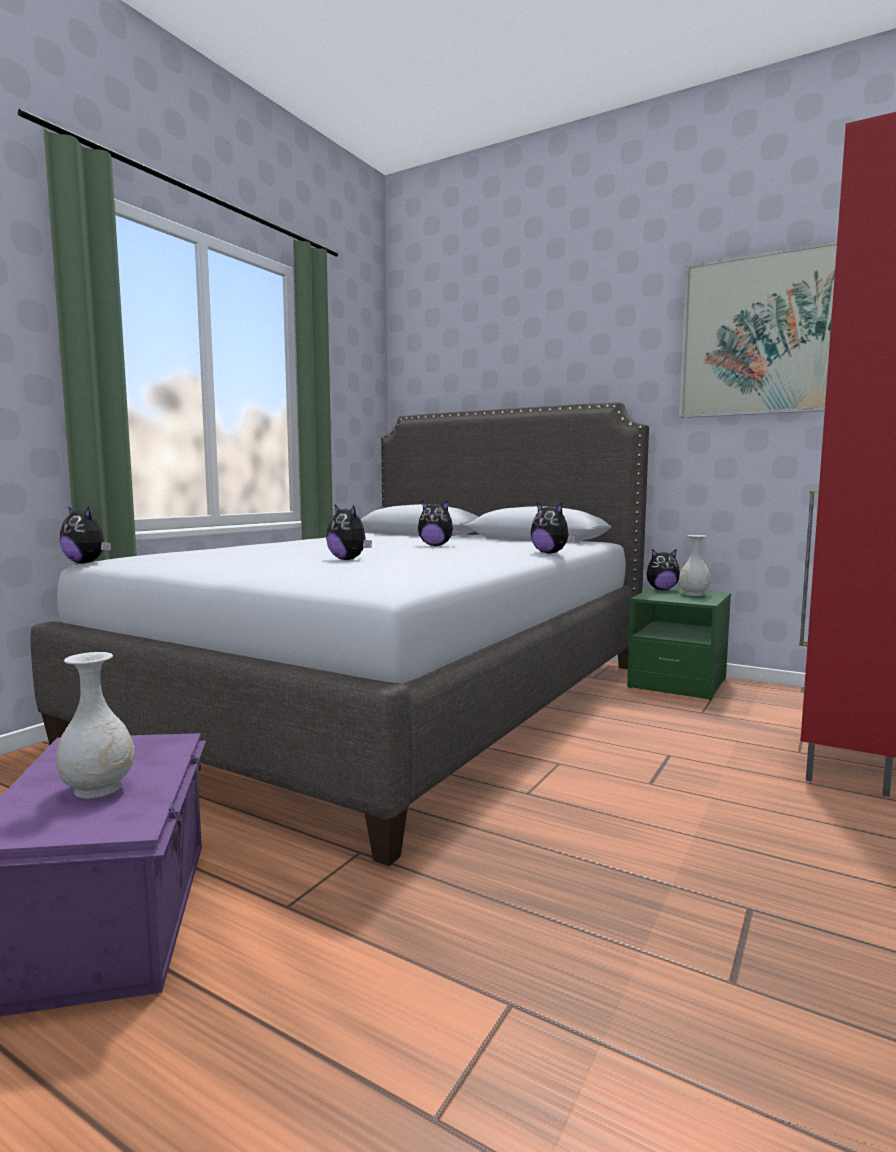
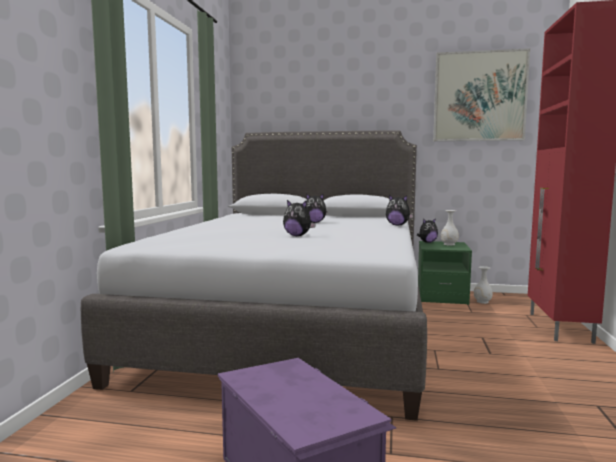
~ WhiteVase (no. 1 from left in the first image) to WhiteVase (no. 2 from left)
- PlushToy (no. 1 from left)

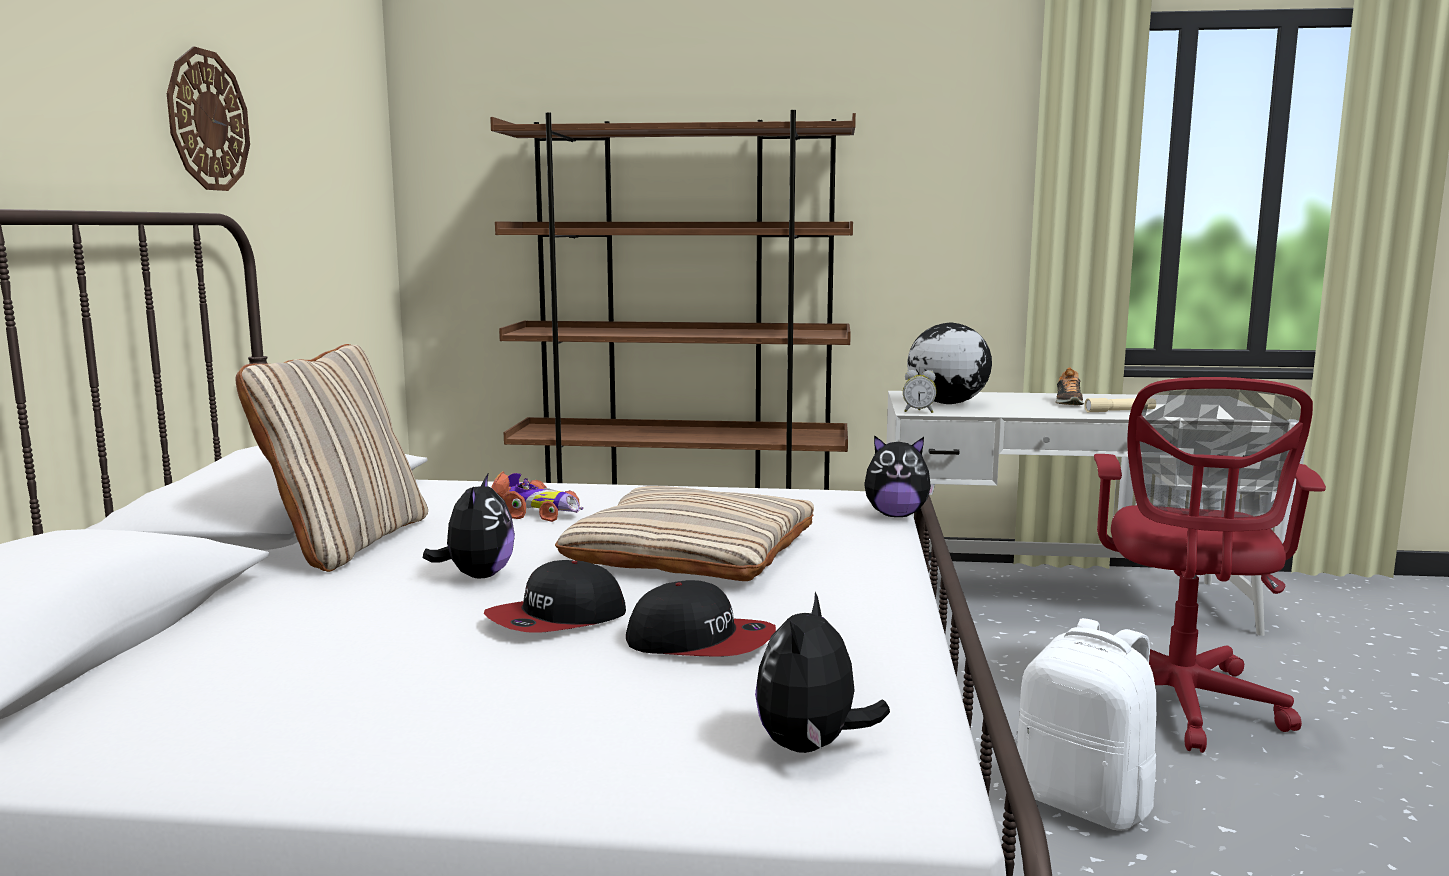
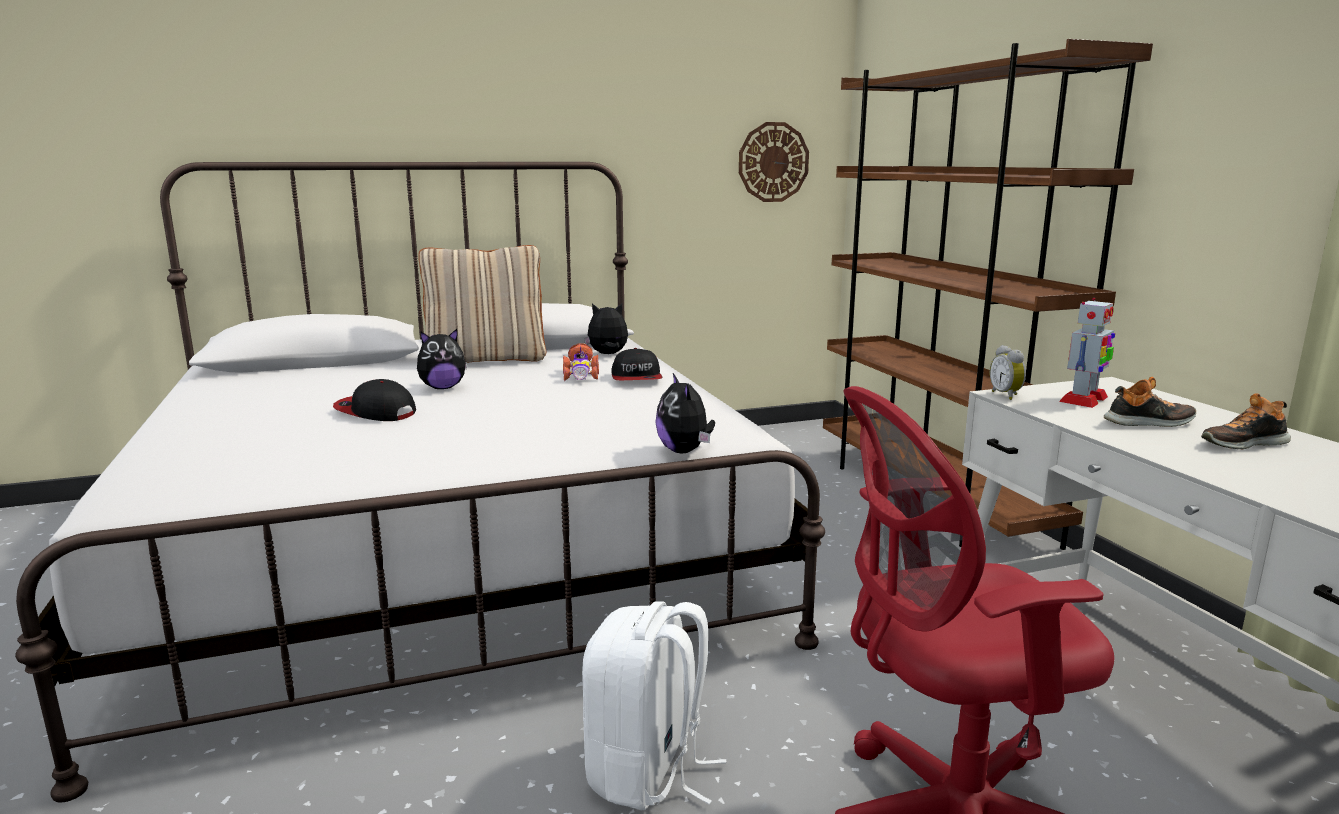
~ PlushToy (no. 2 from left)
~ Cap (no. 2 from left)
~ WallClock
~ Globe to ToyRobot
+ Shoe (no. 1 from left)
- BeigePillow (no. 2 from left)
- BeigeFlashlight

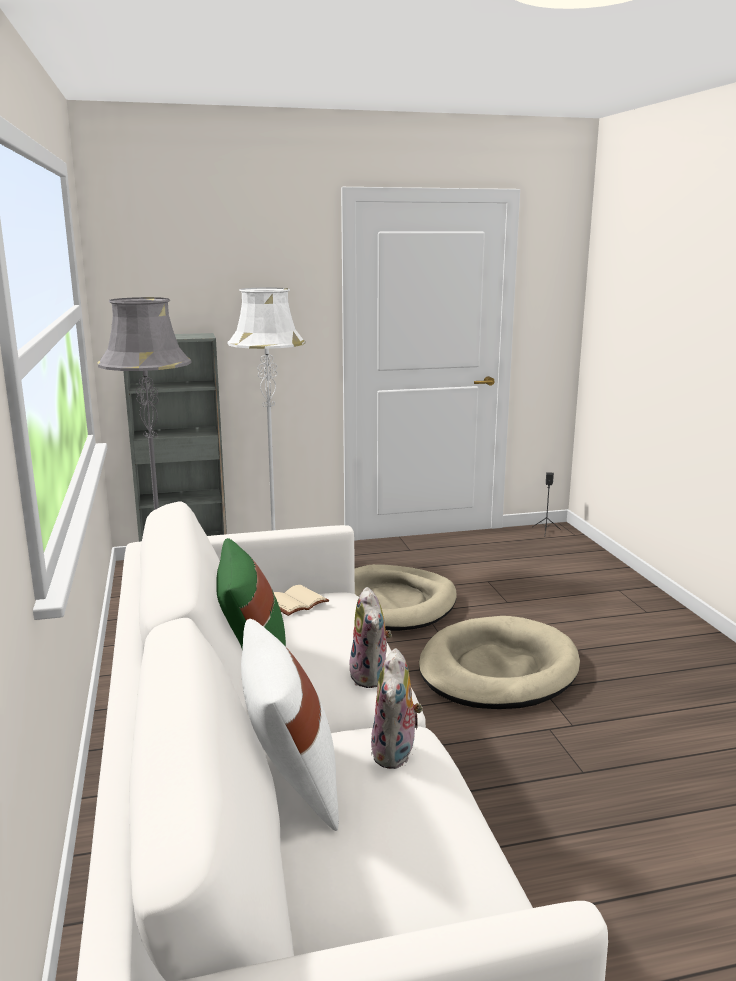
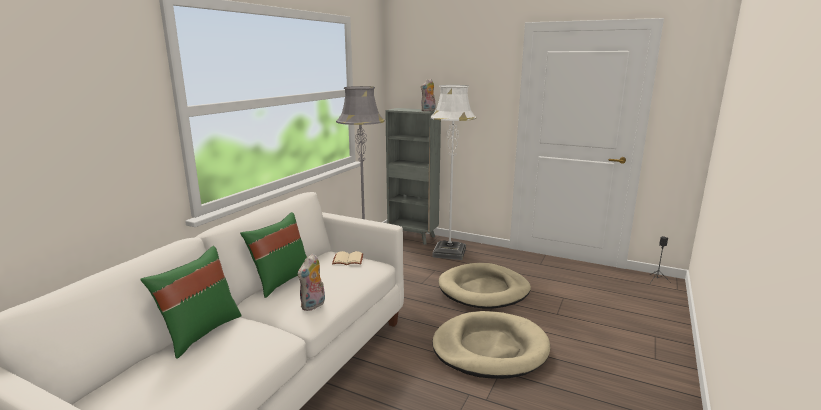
~ WhitePillow to GreenPillow (no. 1 from left)
~ PlushToy (no. 2 from left)

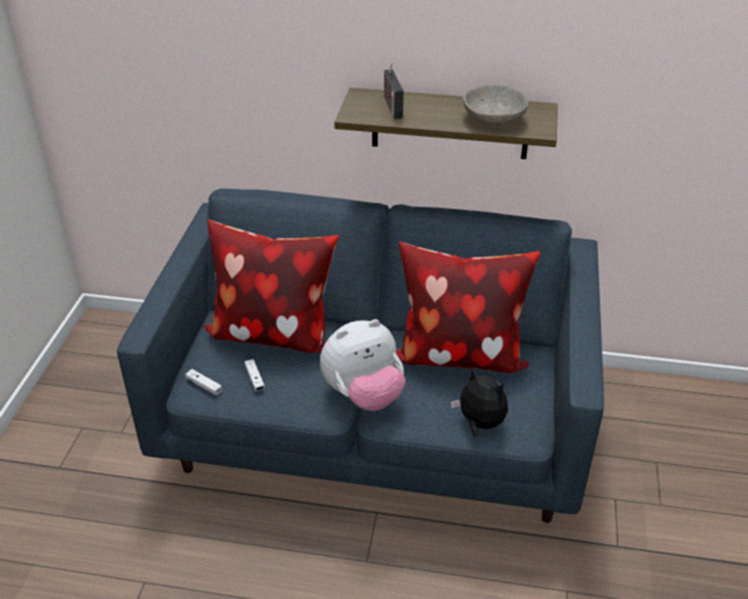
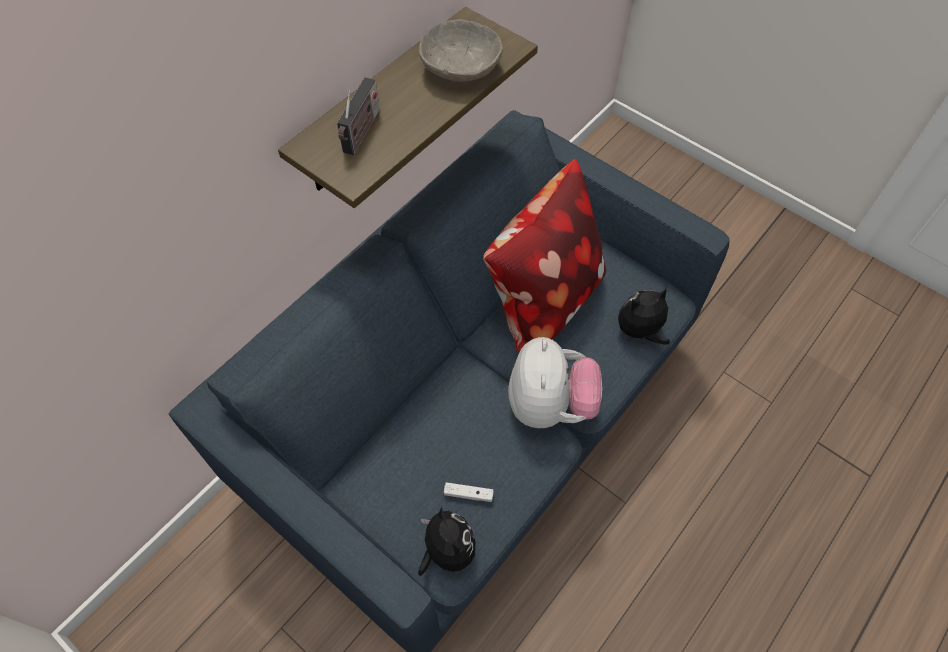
~ Radio 90 degrees counterclockwise
~ WhiteGameController (no. 1 from left) to PlushToy (no. 1 from left)
- Pillow (no. 1 from left)

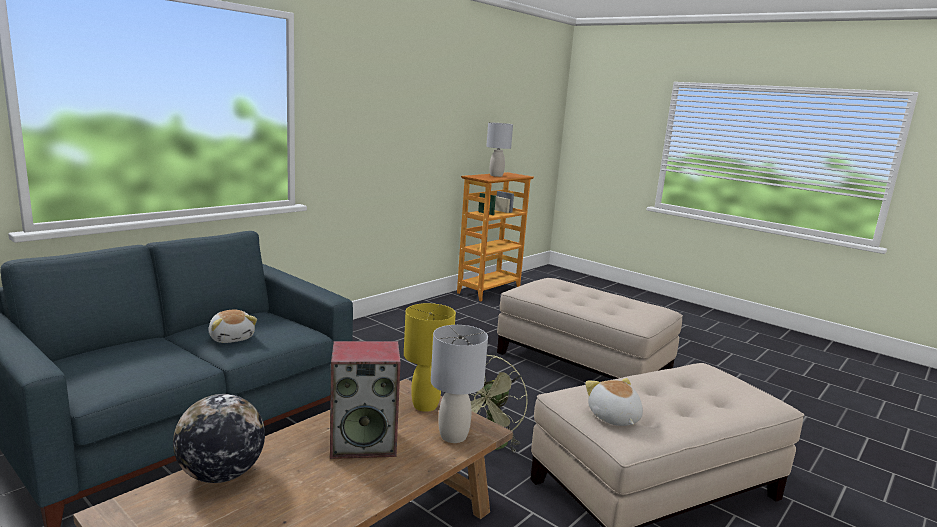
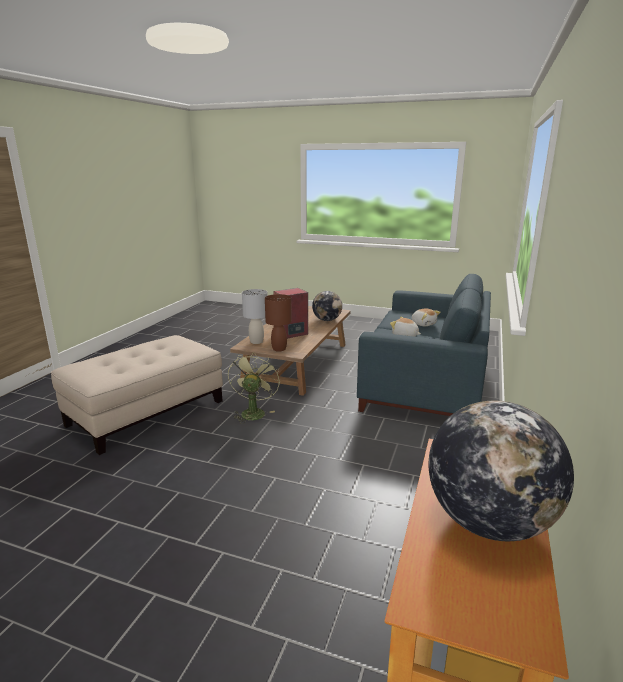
~ YellowTableLamp to BrownTableLamp
~ PlushToy (no. 2 from left)
~ GreyTableLamp (no. 2 from left) to Globe (no. 2 from left)
- BeigeOttoman (no. 1 from left)

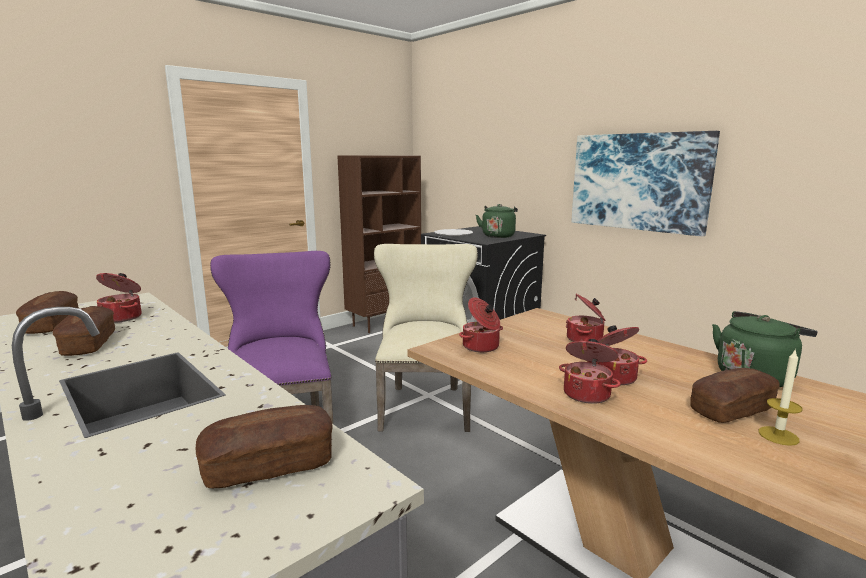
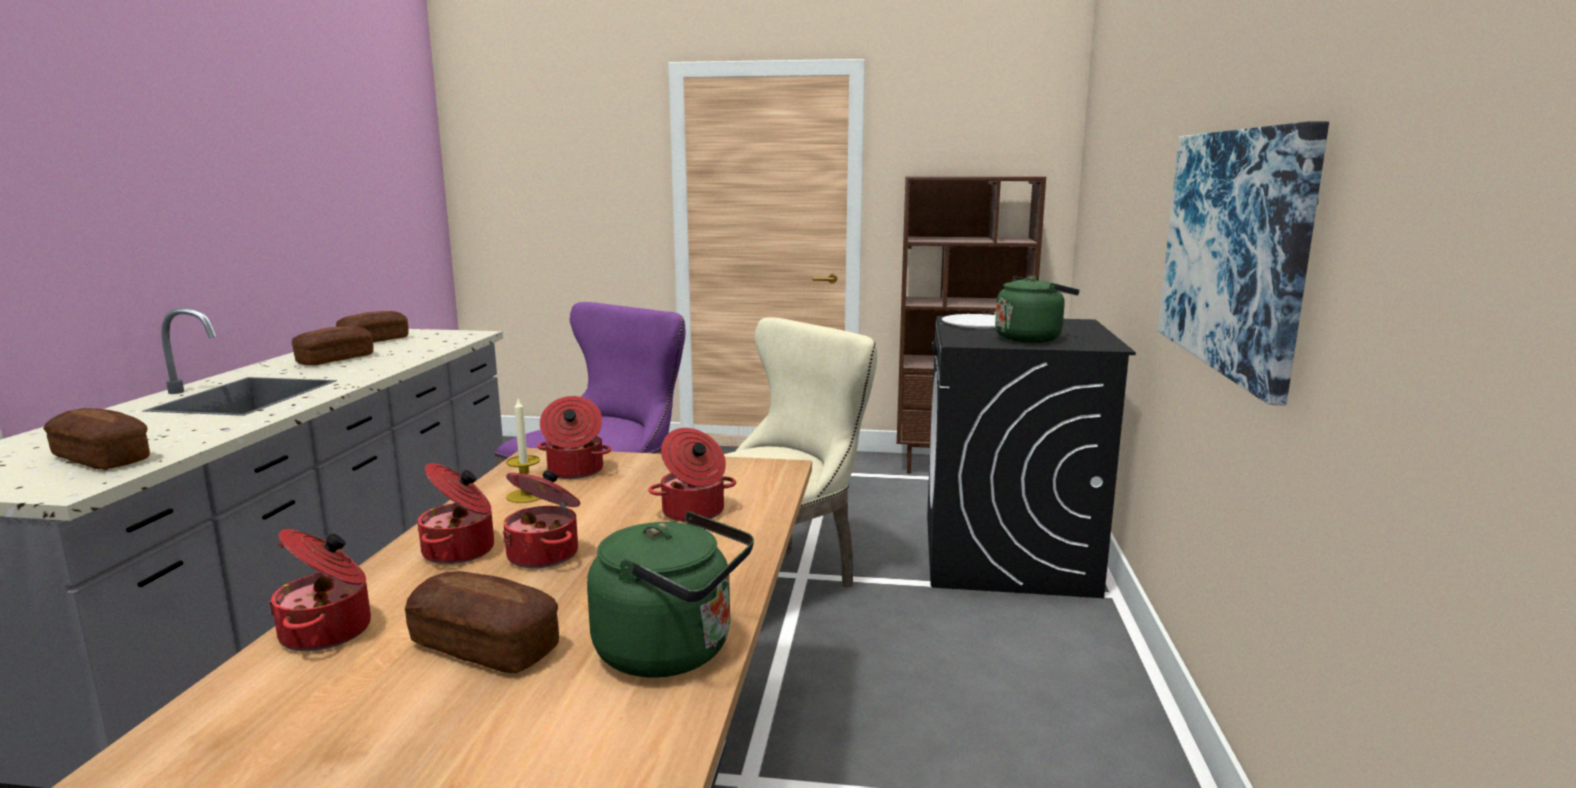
~ CookingPot (no. 1 from left)
~ Candle

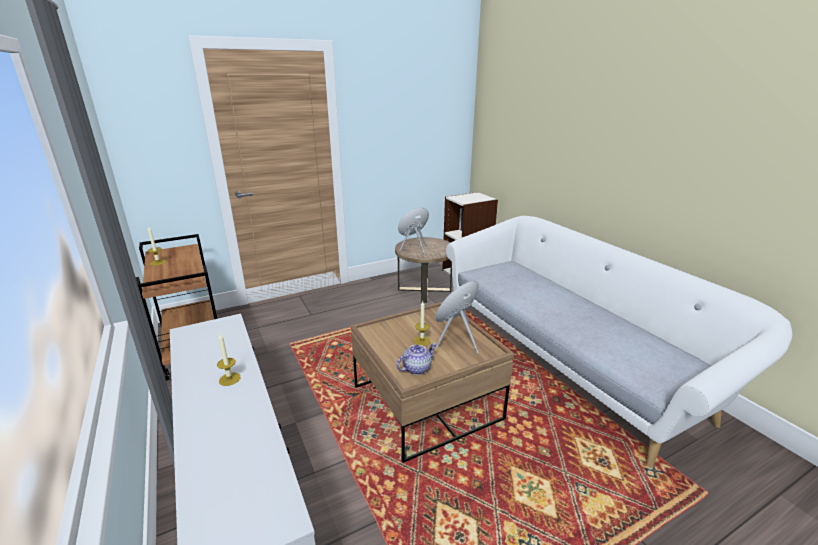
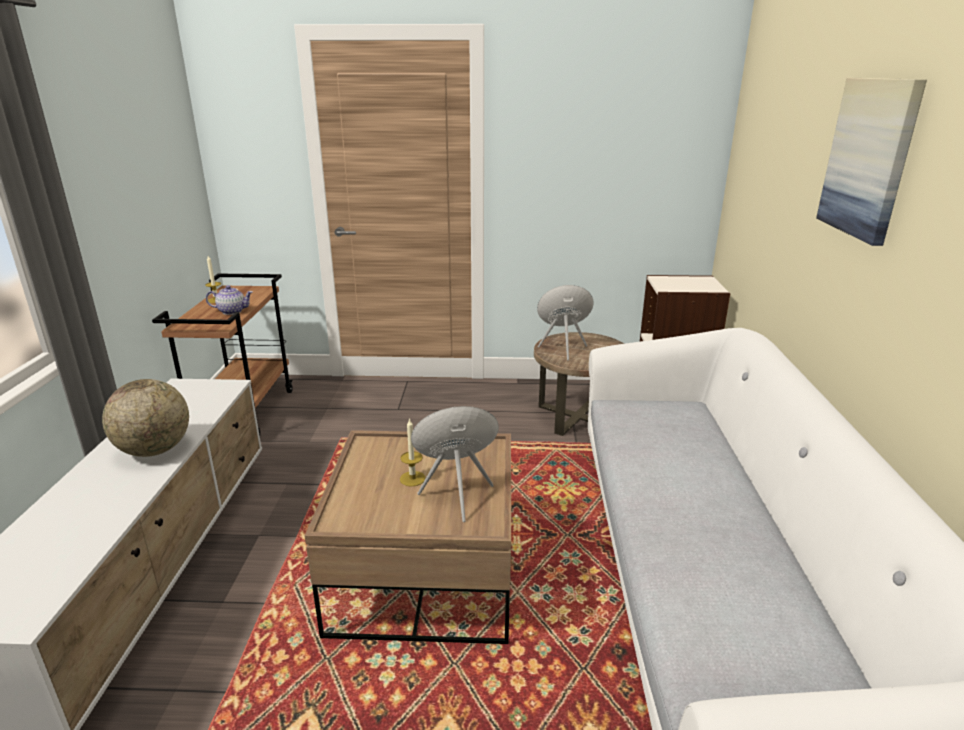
~ Candle (no. 2 from left) to Globe
~ Teapot
+ Picture

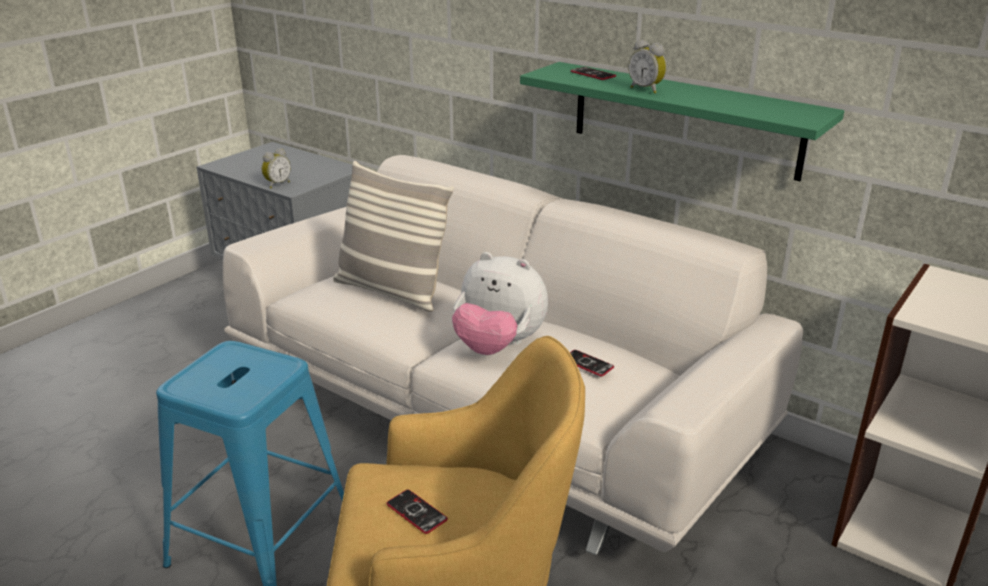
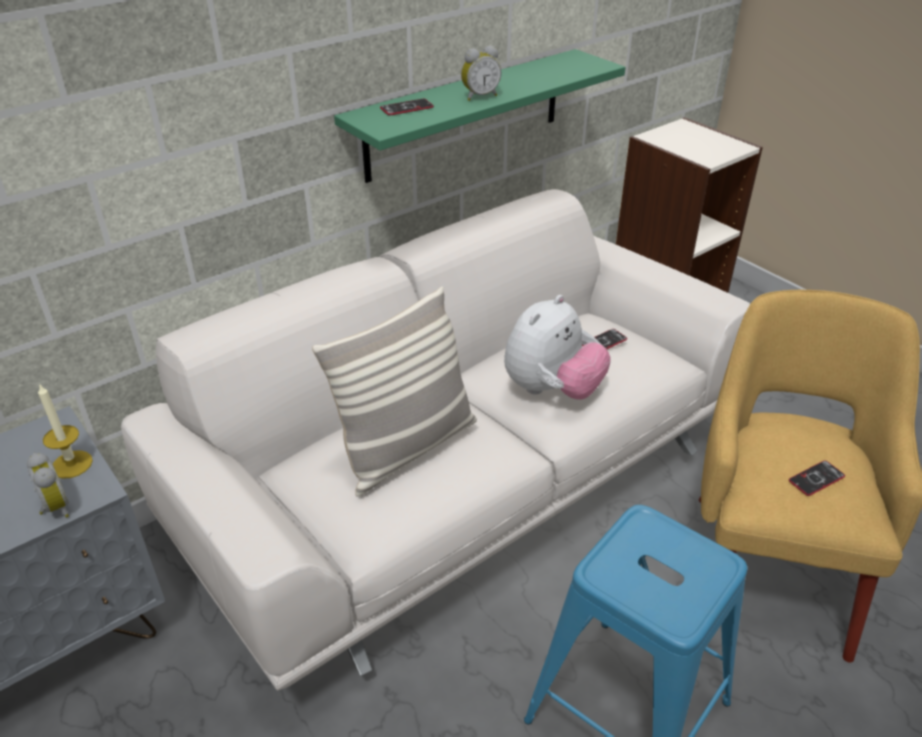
+ Candle

